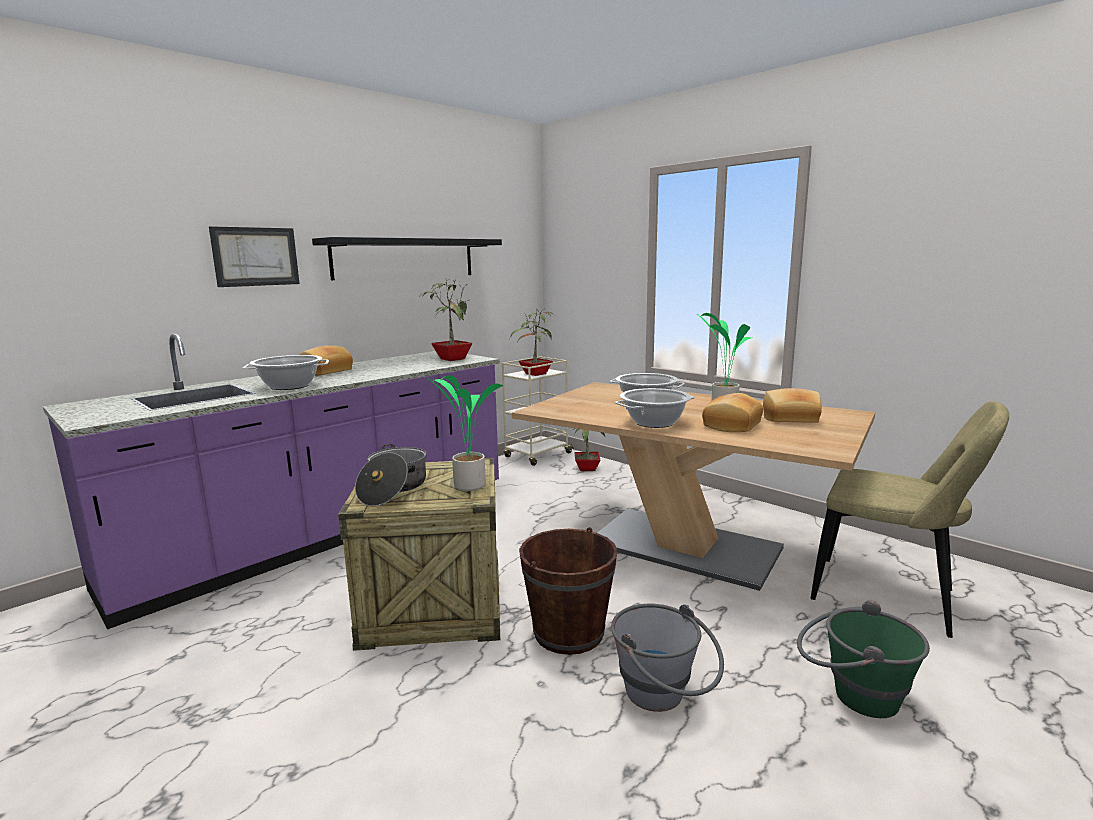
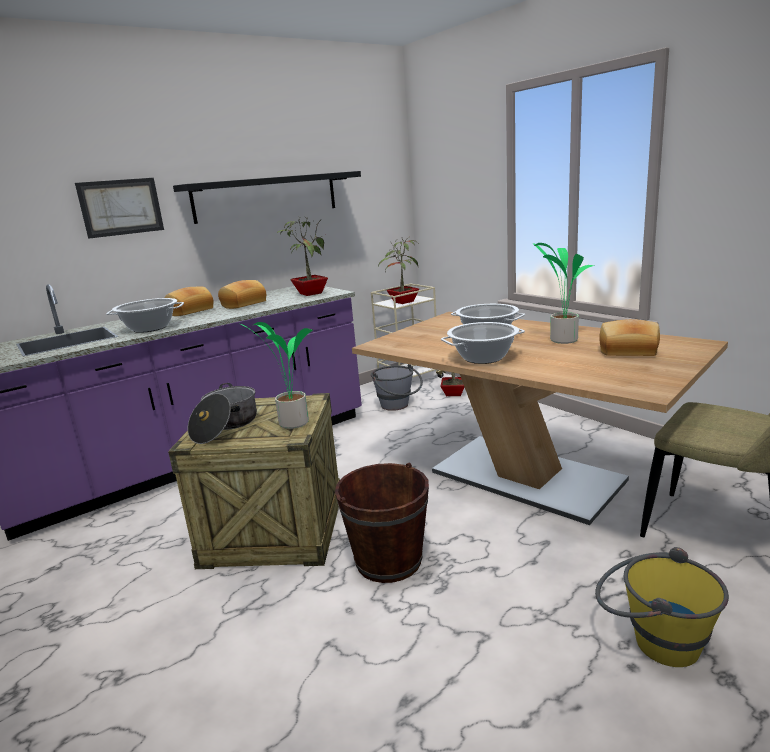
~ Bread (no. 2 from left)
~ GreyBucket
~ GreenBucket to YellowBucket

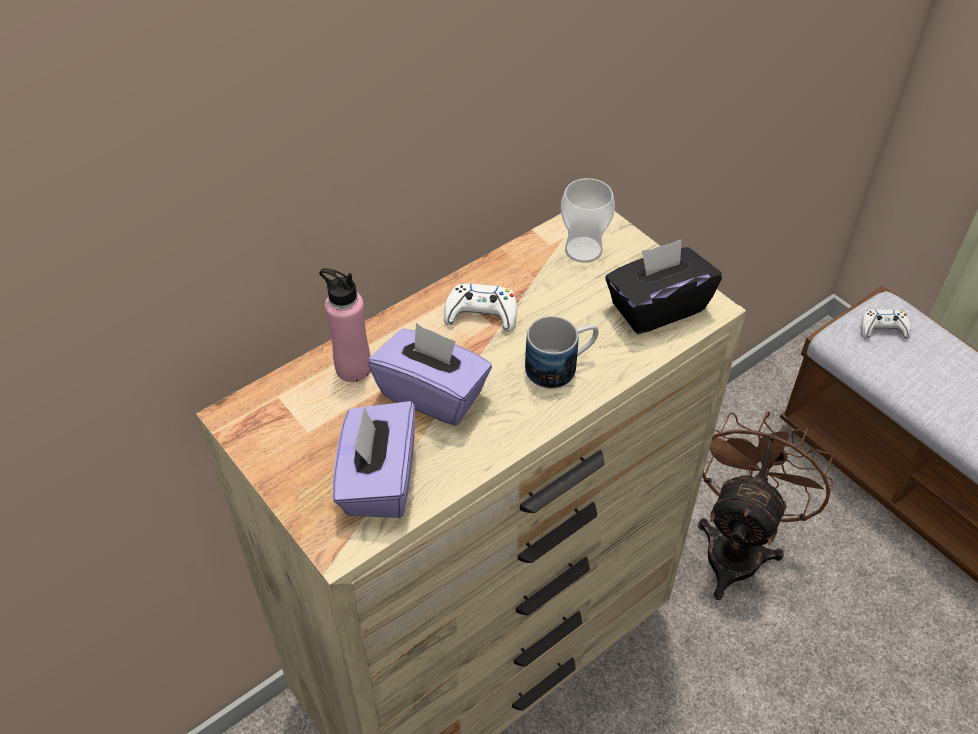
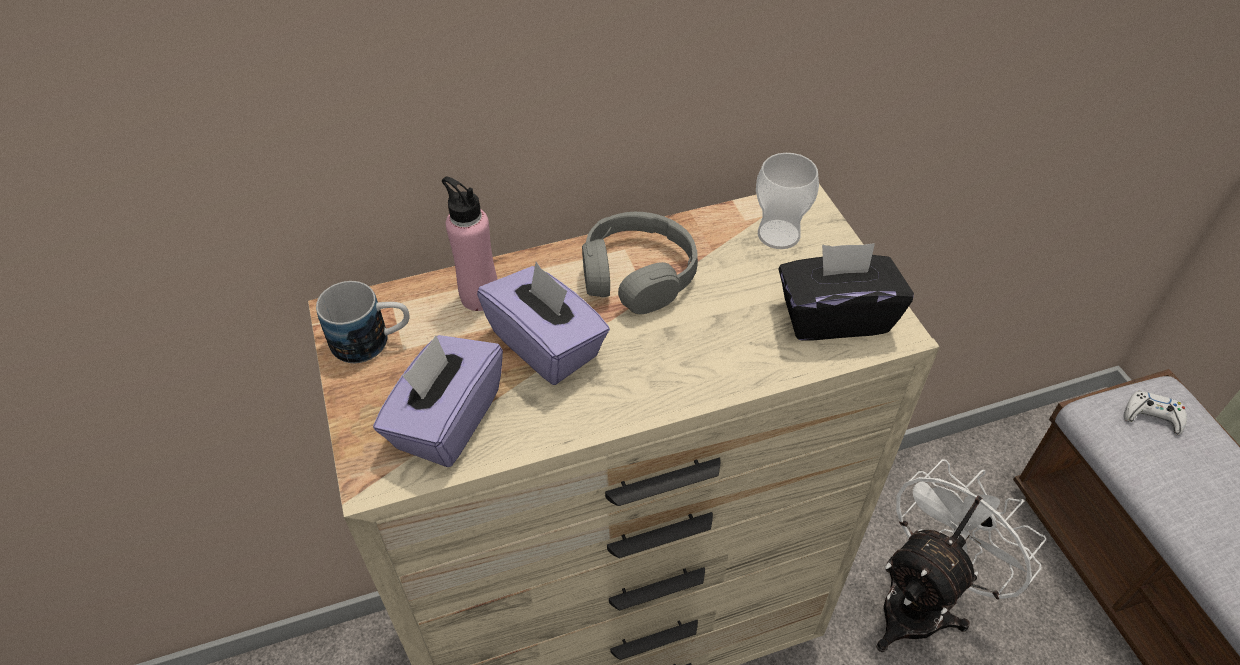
~ Mug
~ WhiteGameController (no. 1 from left) to GreyHeadphones
~ BrownFan to WhiteFan

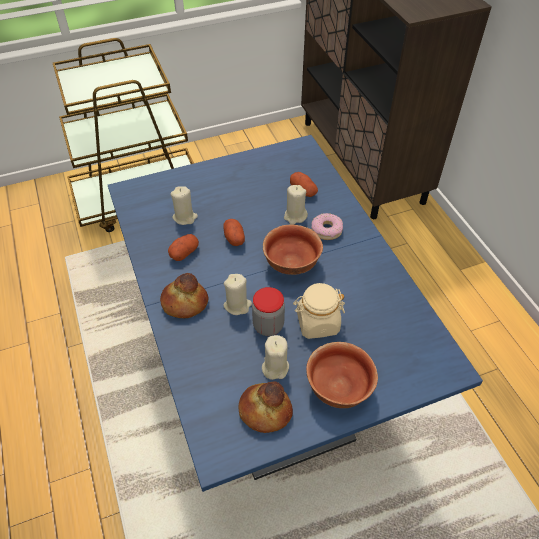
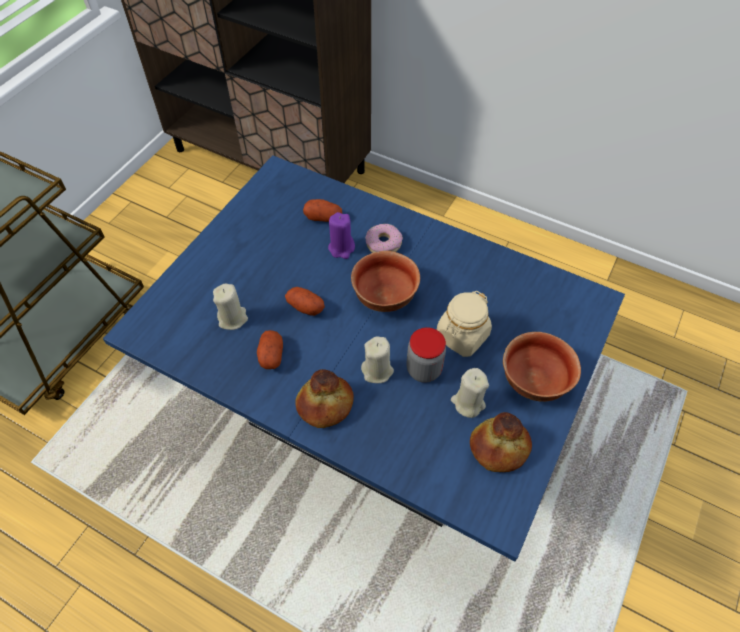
~ BeigeCandle (no. 4 from left) to PurpleCandle

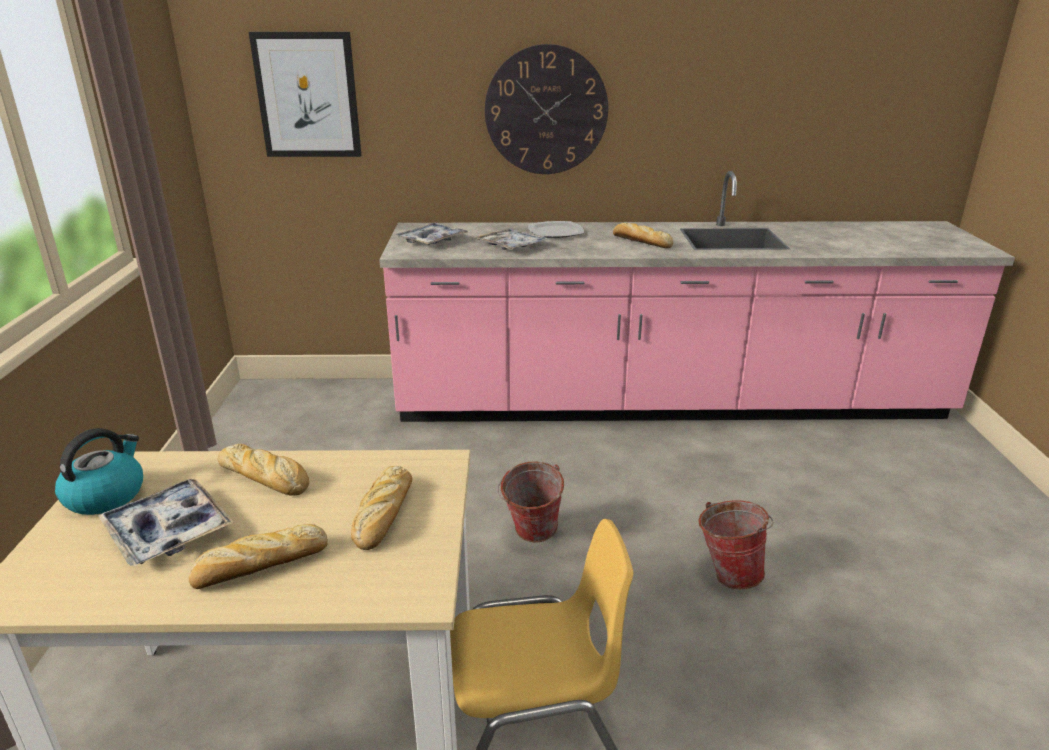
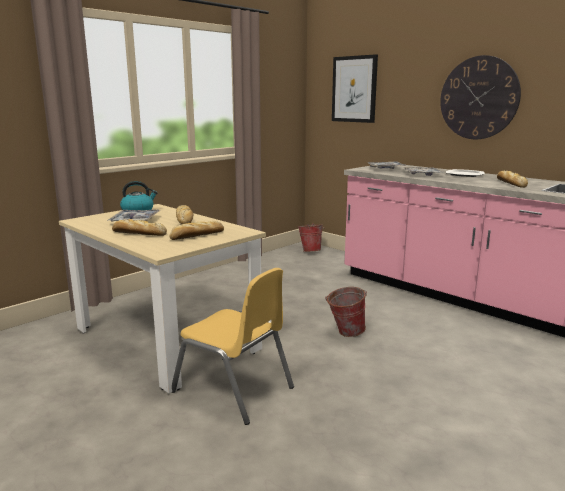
~ Bucket (no. 2 from left in the first image) to Bucket (no. 1 from left)

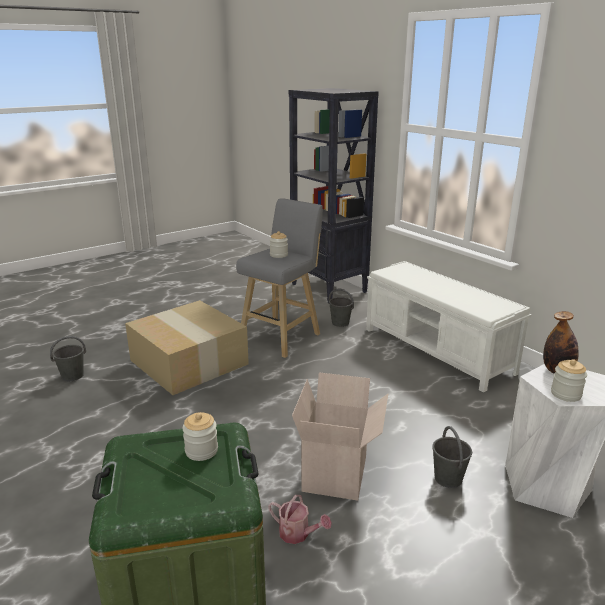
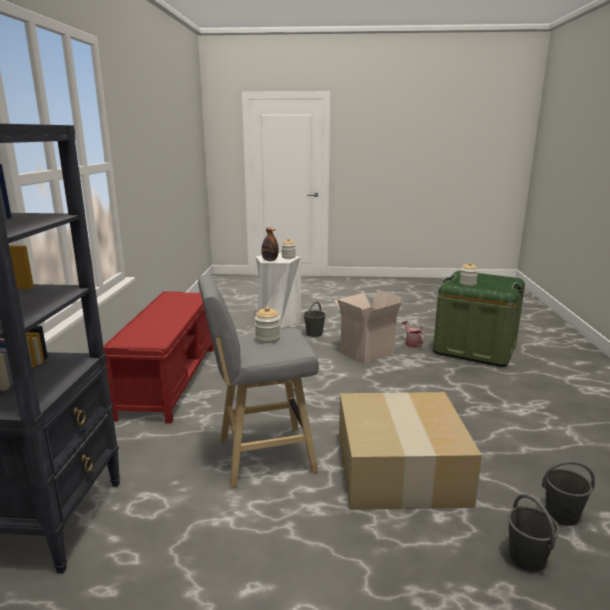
~ WhiteBench to RedBench
~ GreyBucket (no. 2 from left)

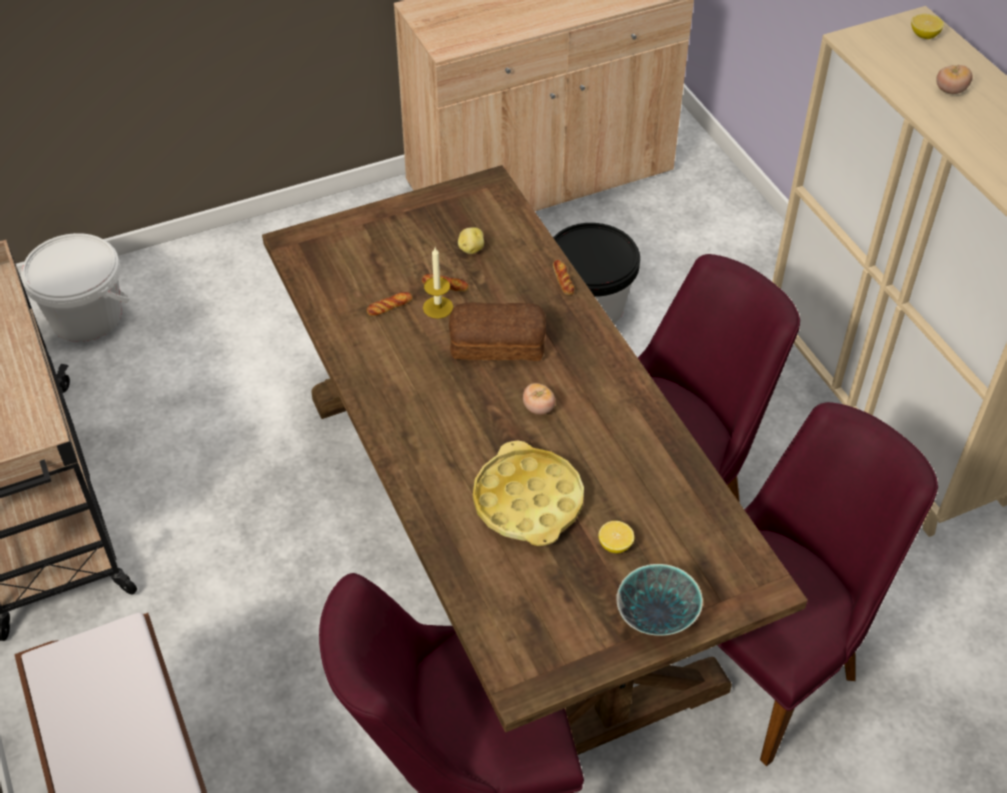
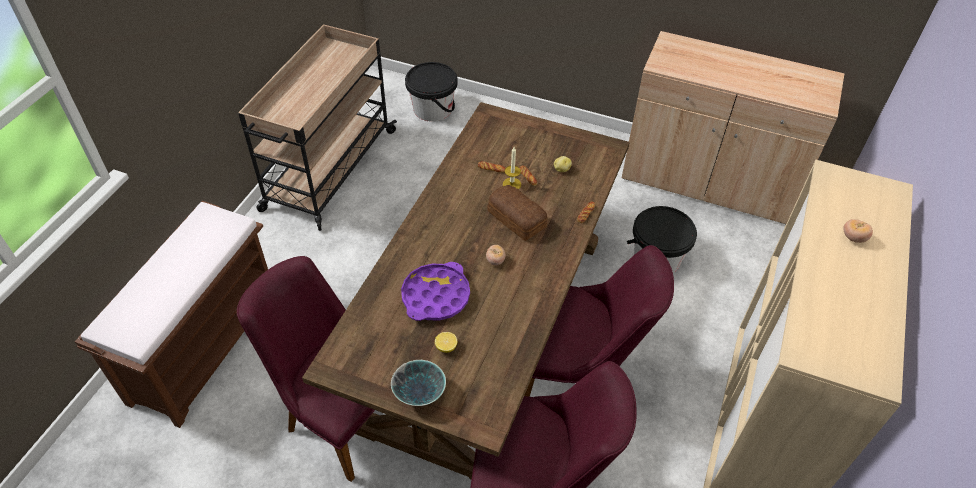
~ YellowTray to PurpleTray
~ WhiteBucket to BlackBucket (no. 1 from left)
- Lemon (no. 2 from left)

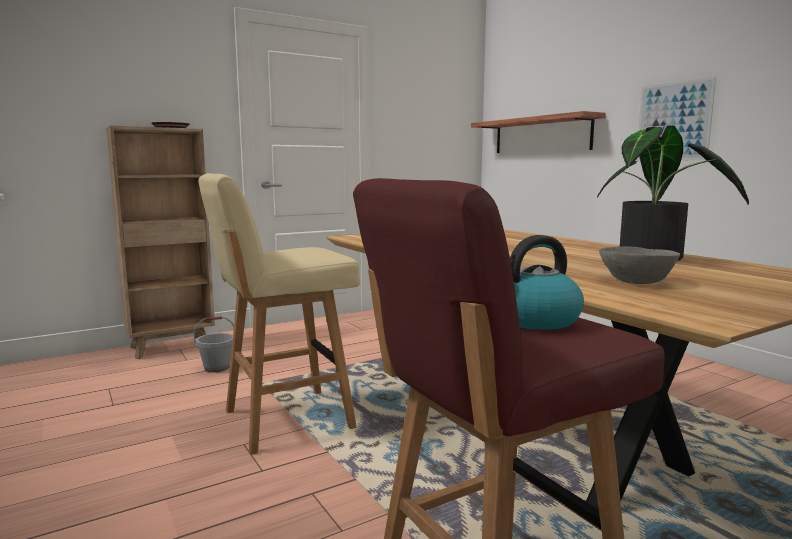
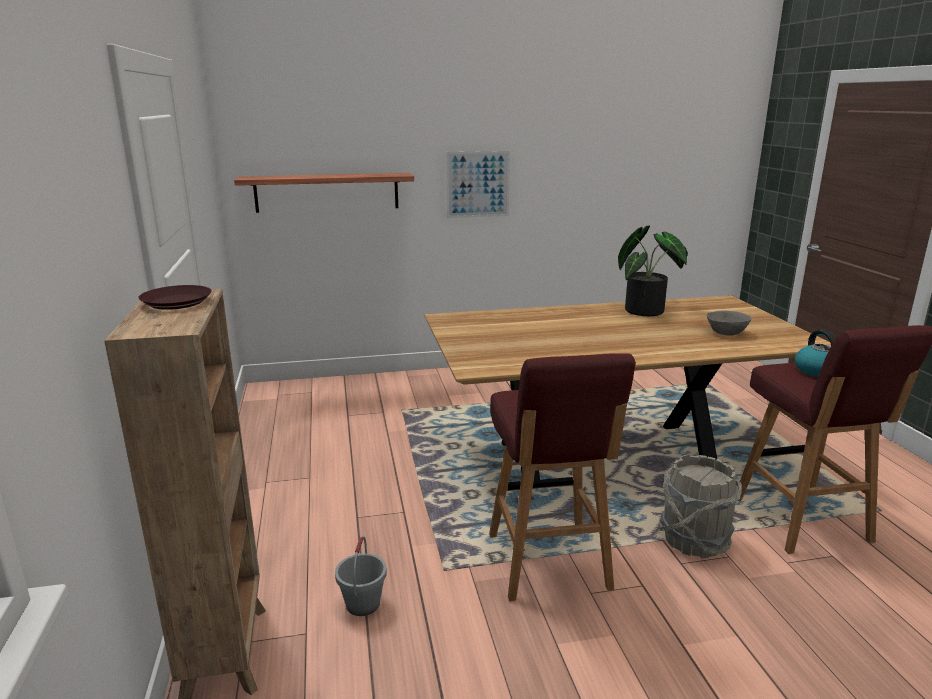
~ BeigeStool to RedStool (no. 1 from left)
+ GreyBucket (no. 2 from left)

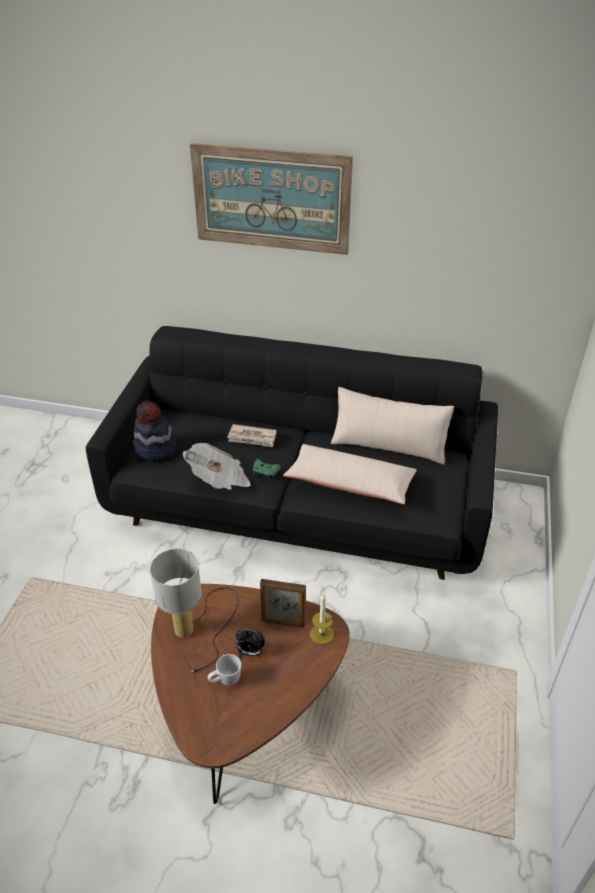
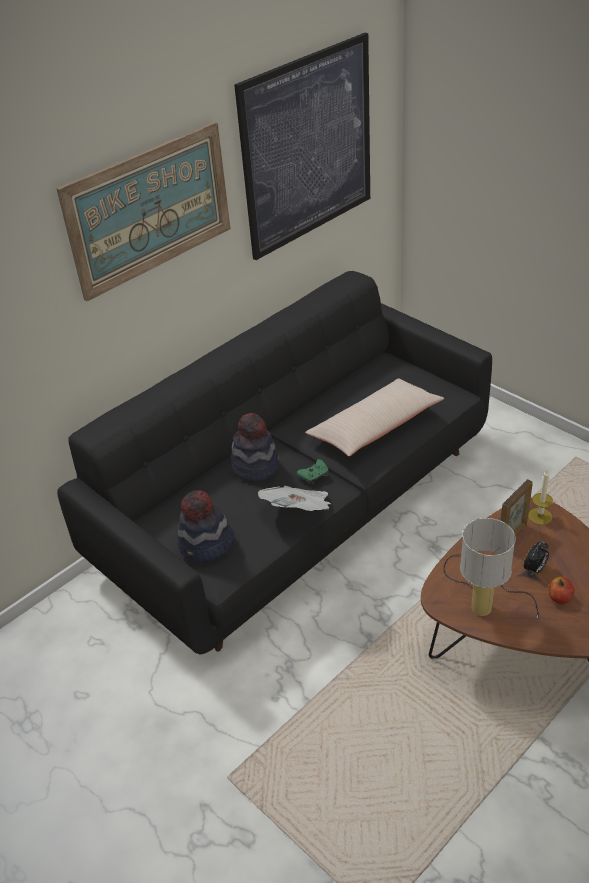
~ Newspaper (no. 2 from left) to Hat (no. 2 from left)
+ Picture (no. 2 from left)
~ WhiteMug to Apple
- BeigePillow (no. 2 from left)

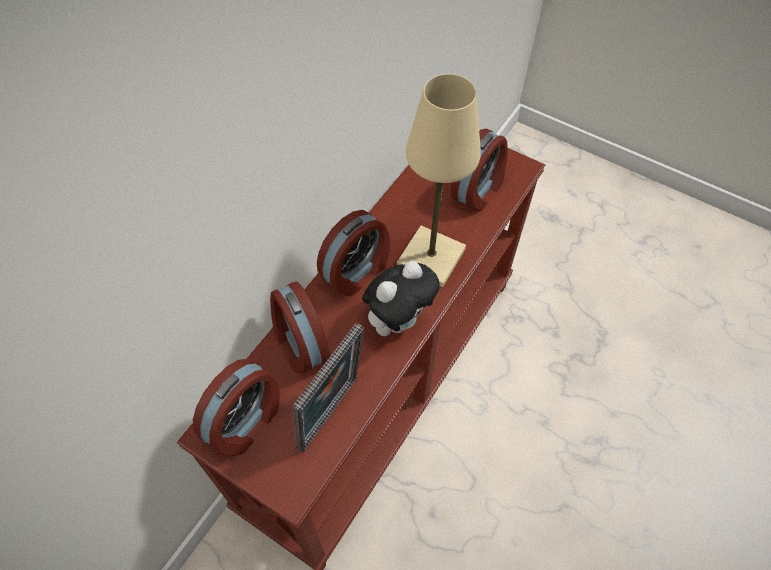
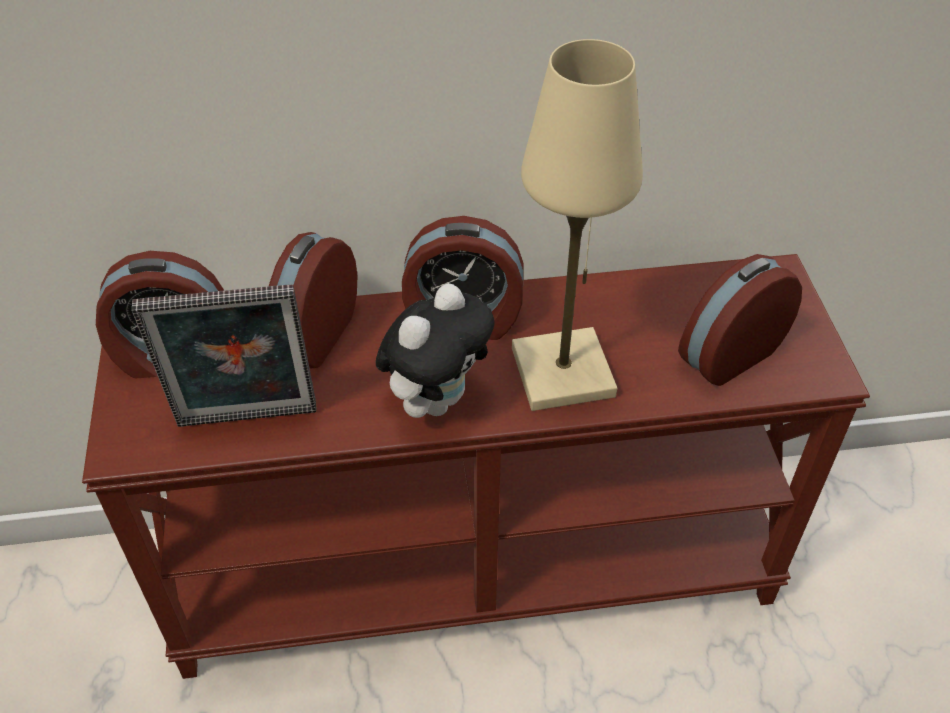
~ PlushToy 60 degrees counterclockwise
~ AlarmClock (no. 4 from left) 150 degrees clockwise

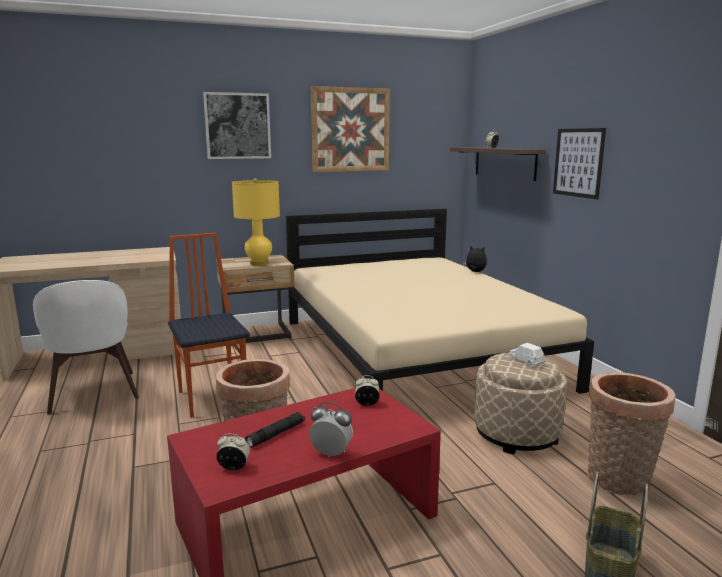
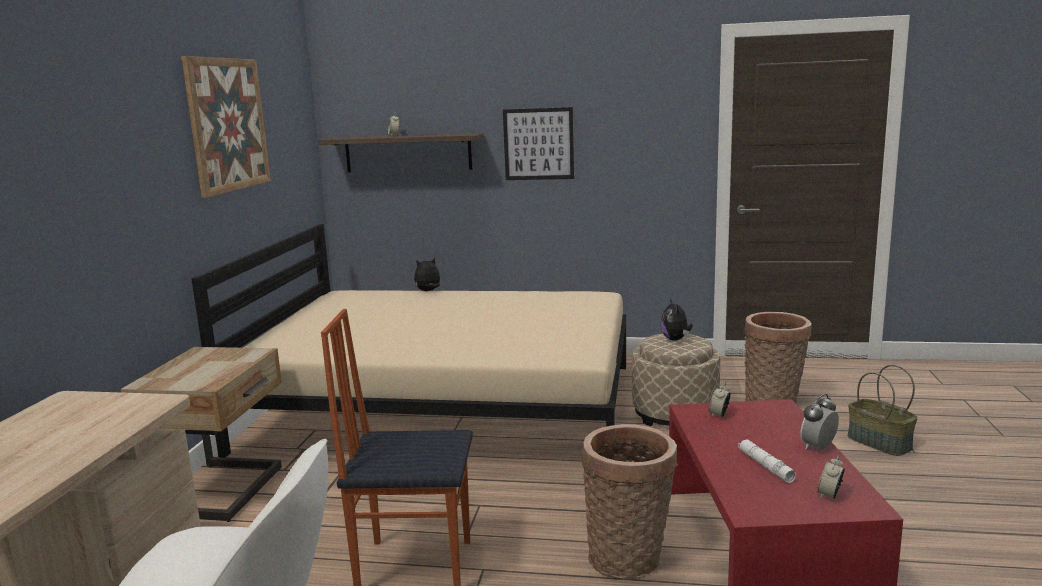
~ WhiteToyCar to PlushToy (no. 2 from left)
~ BlackFlashlight to WhiteFlashlight
- Picture (no. 1 from left)
- YellowTableLamp

